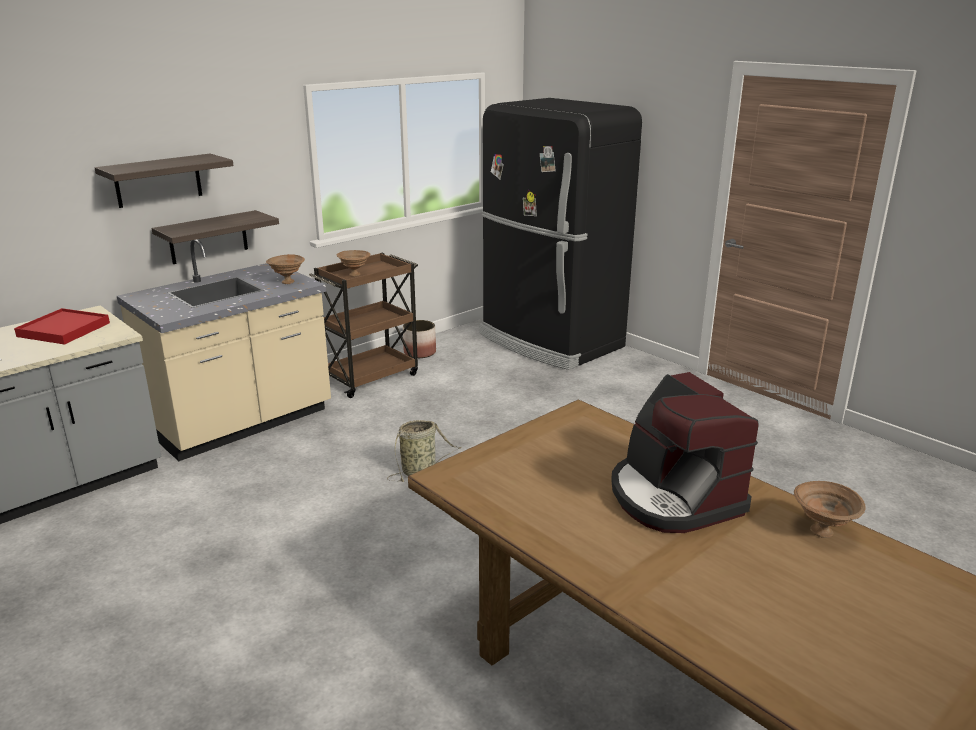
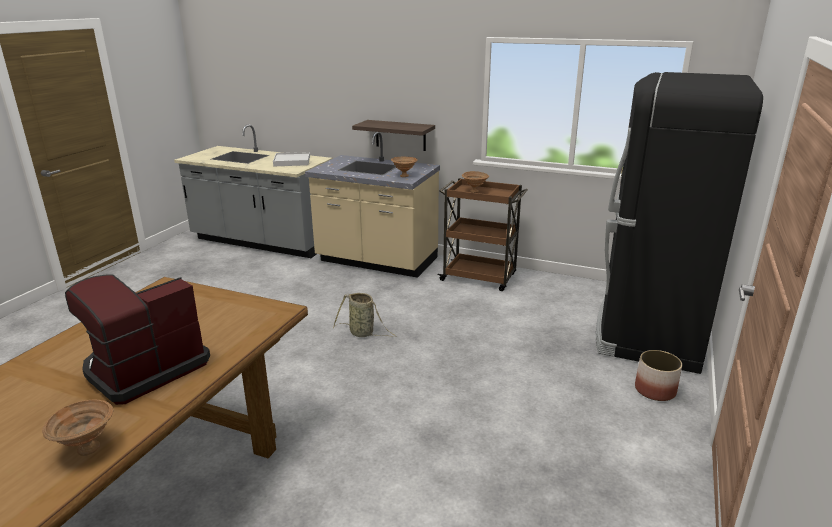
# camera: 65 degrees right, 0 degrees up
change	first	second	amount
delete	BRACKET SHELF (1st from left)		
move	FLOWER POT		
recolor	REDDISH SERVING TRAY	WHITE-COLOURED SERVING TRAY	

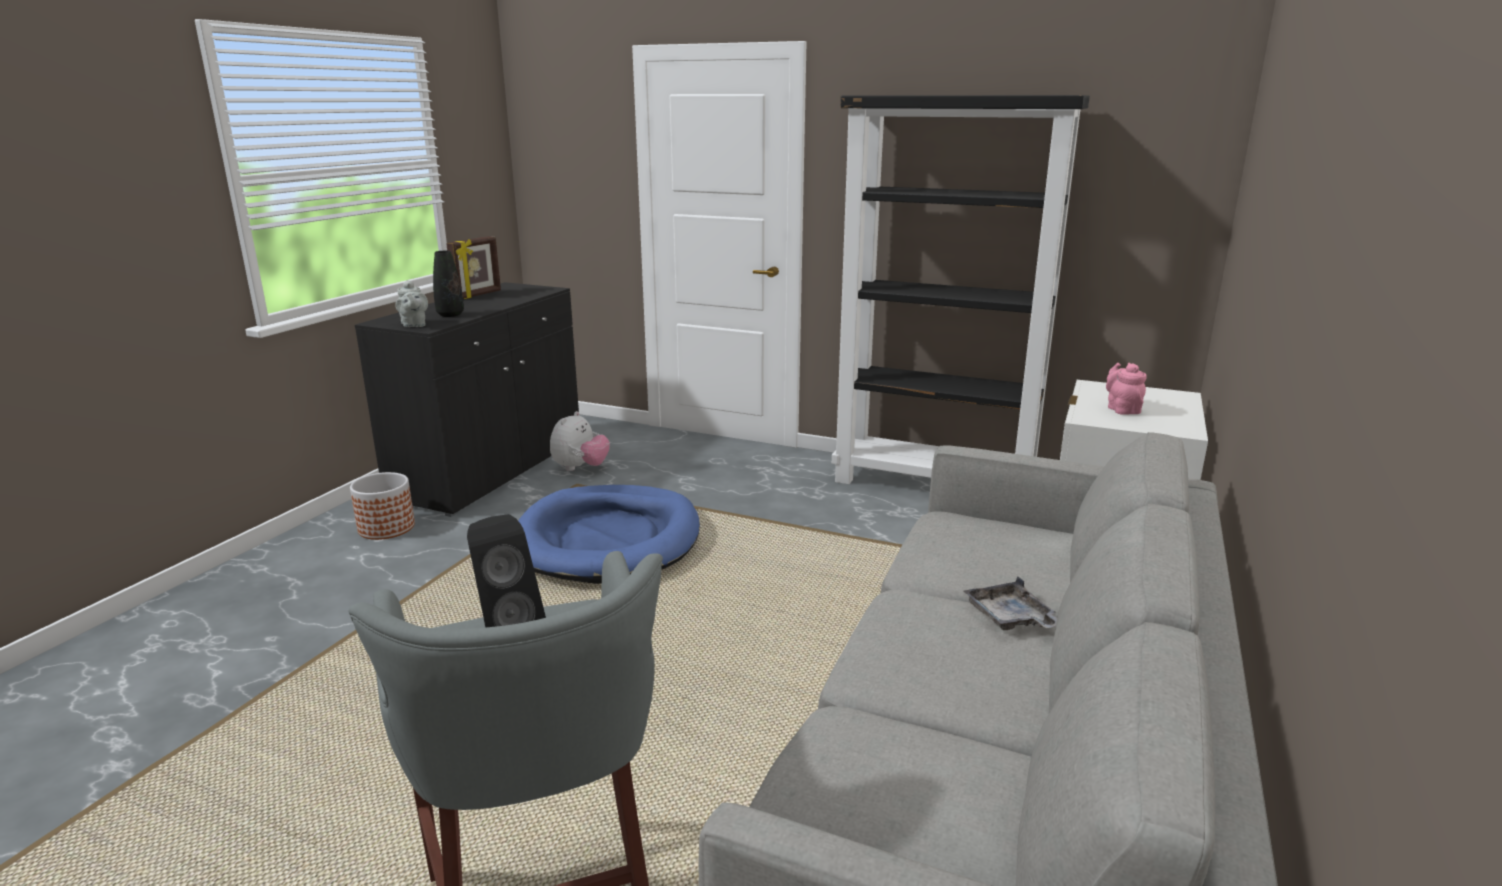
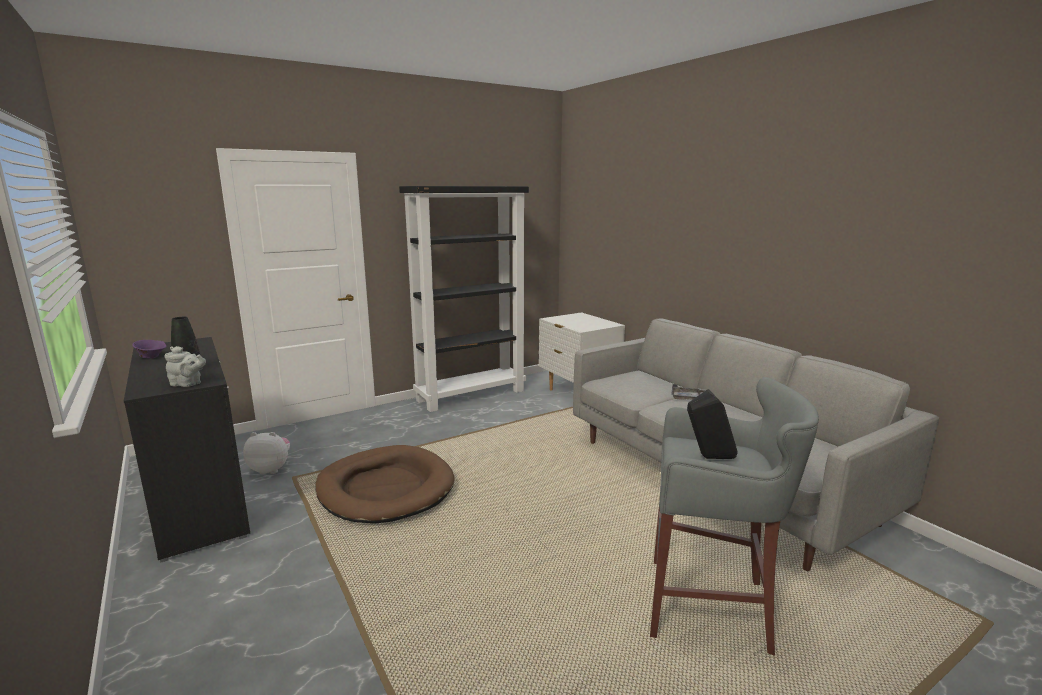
# camera: 55 degrees left, 5 degrees down
change	first	second	amount
delete	FLOWER POT		
delete	PINK TEAPOT		
replace	PHOTO FRAME	PURPLE-COLOURED BOWL	
recolor	BLUE PET BED	BROWN PET BED	
rotate	PLUSH TOY		60 degrees counterclockwise

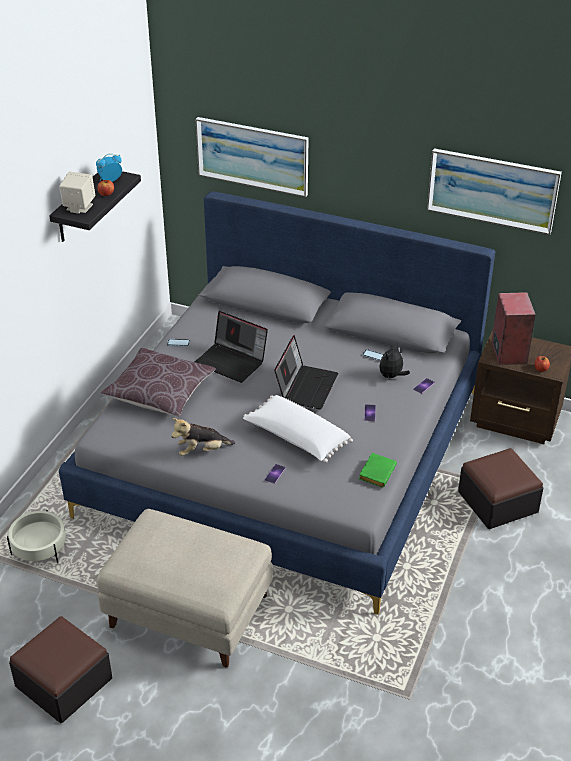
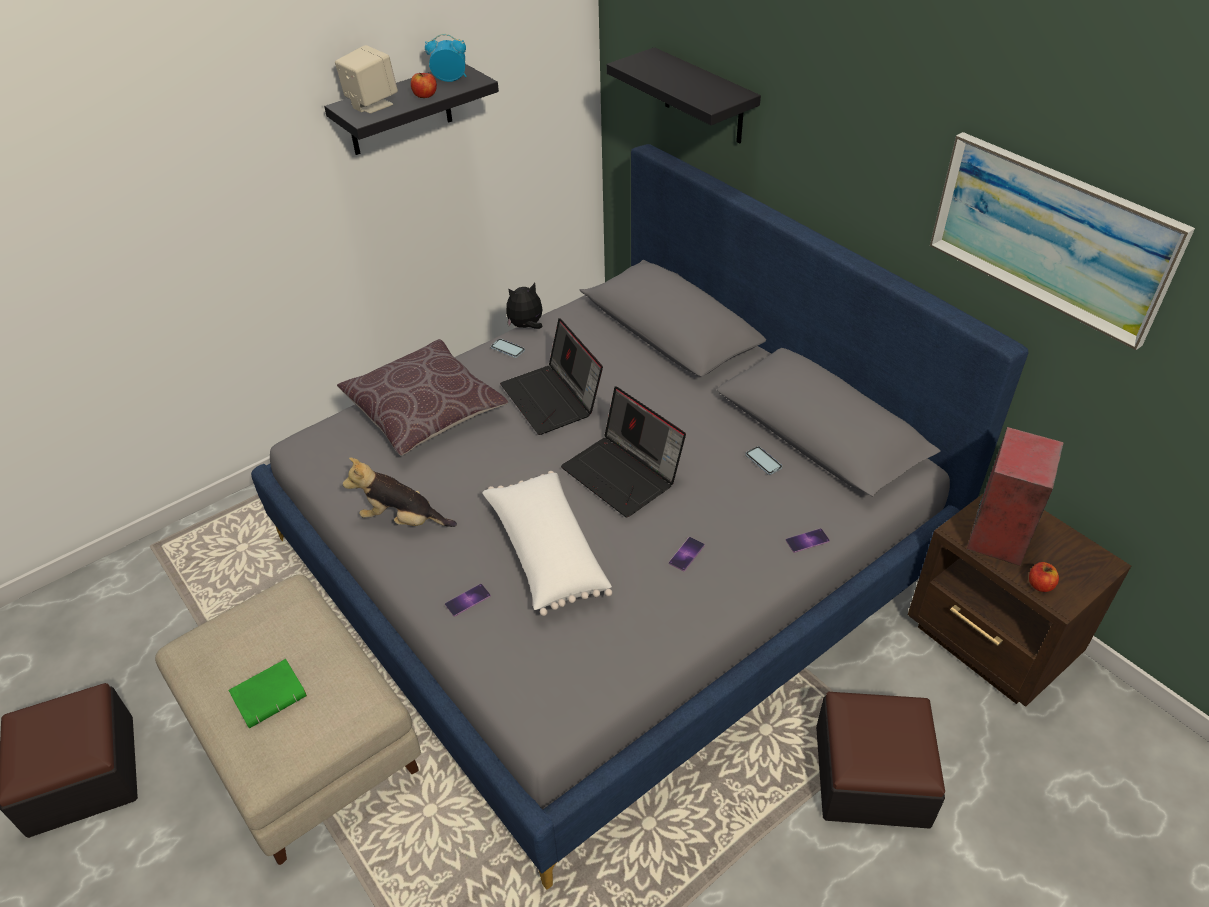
# camera: 30 degrees right, 5 degrees up
change	first	second	amount
delete	BEIGE FLOWER POT		
move	GREEN-COLOURED VOLUME		
move	PLUSH TOY (2nd from left)		
replace	WALL PICTURE (1st from left)	BLACK BRACKET SHELF (2nd from left)	
rotate	PORTABLE COMPUTER (2nd from left)		90 degrees clockwise

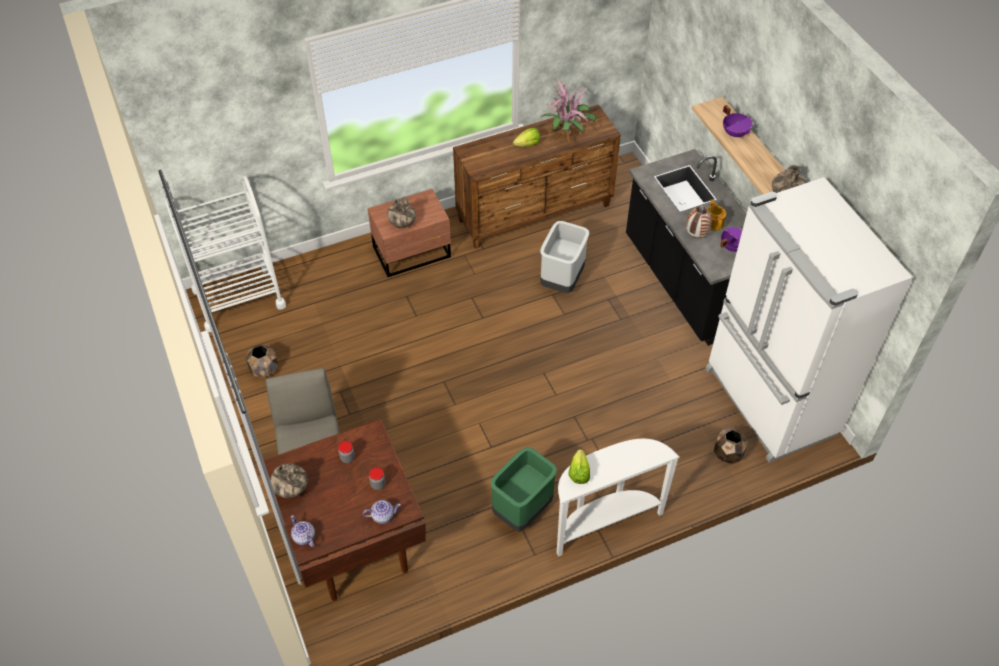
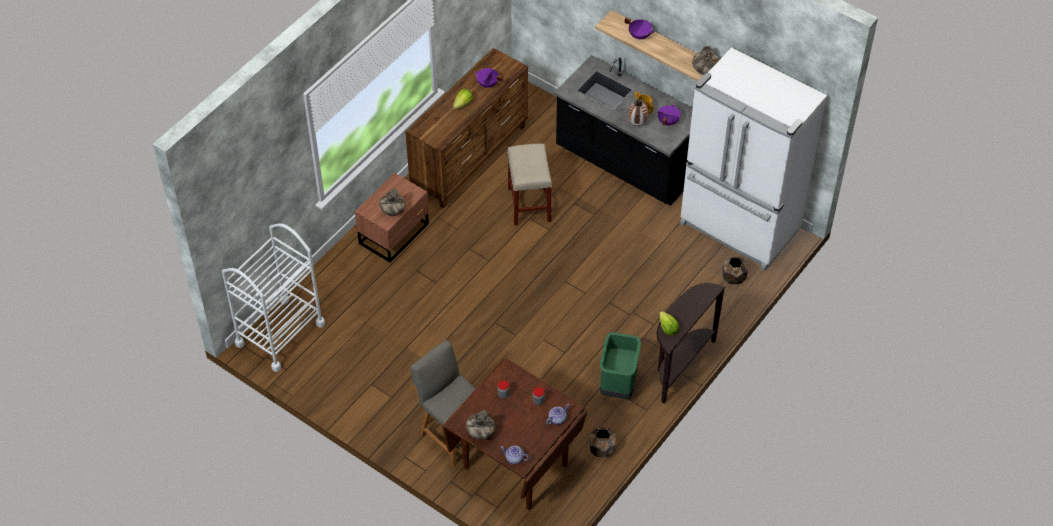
# camera: 30 degrees left, 0 degrees up
change	first	second	amount
move	BROWN FLOWER POT (1st from left)		
replace	GRAY TRASH CAN	BEIGE STOOL SEAT	
replace	POTTED PLANT	PURPLE-COLOURED COOKING POT (1st from left)	
recolor	WHITE-COLOURED HALL TABLE	BROWN HALL TABLE	

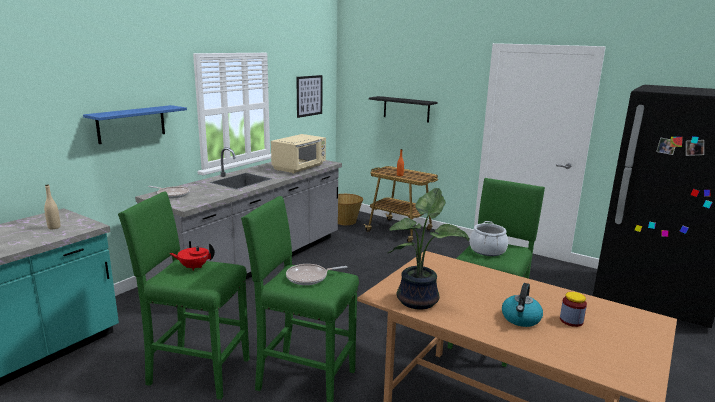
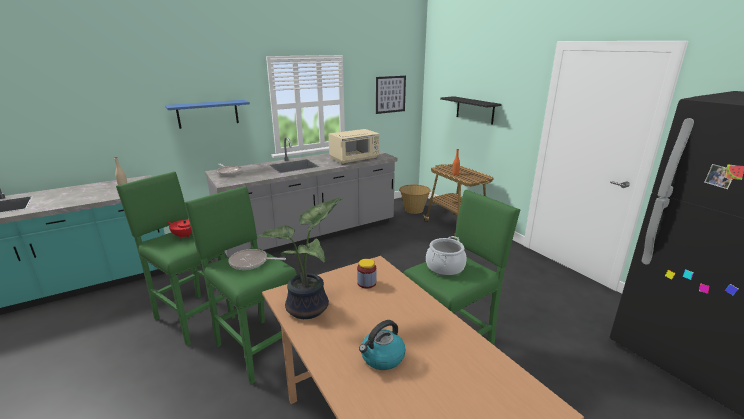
# camera: 25 degrees right, 5 degrees up
change	first	second	amount
move	STORAGE JAR		

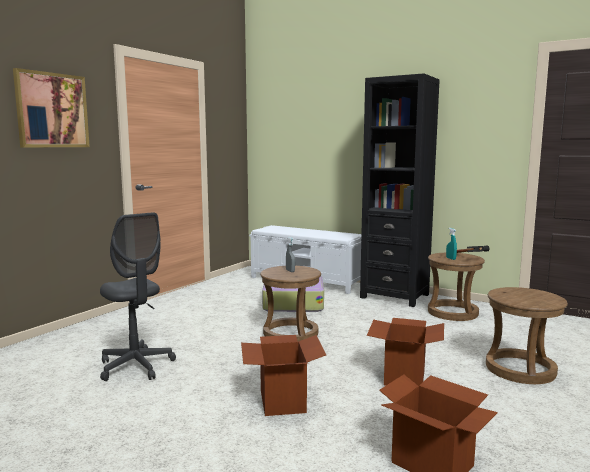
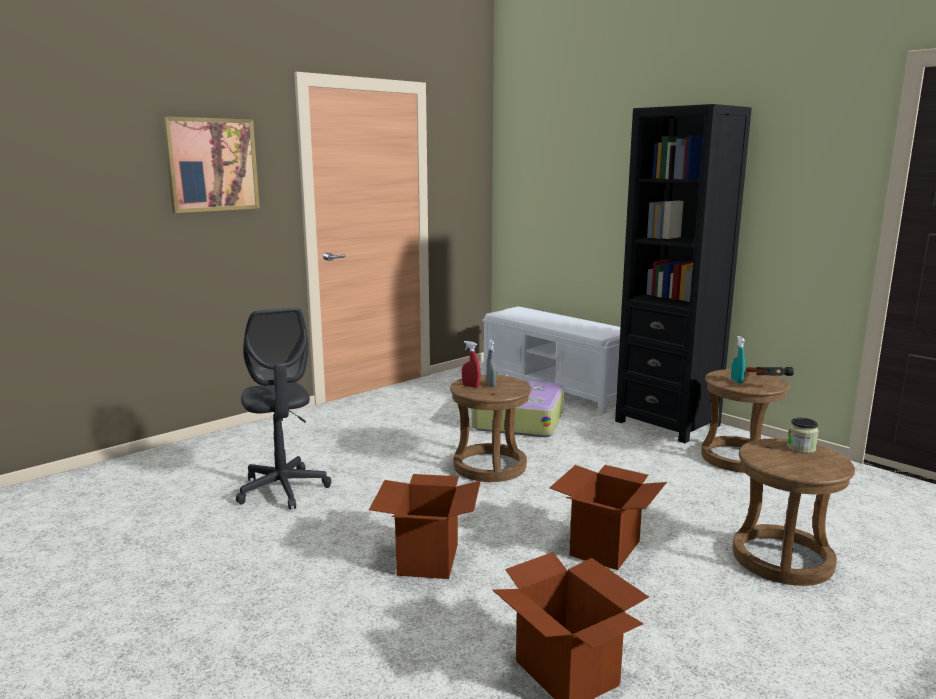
# camera: 15 degrees right, 5 degrees up
change	first	second	amount
insert		REDDISH SPRAY BOTTLE	
insert		STORAGE JAR	

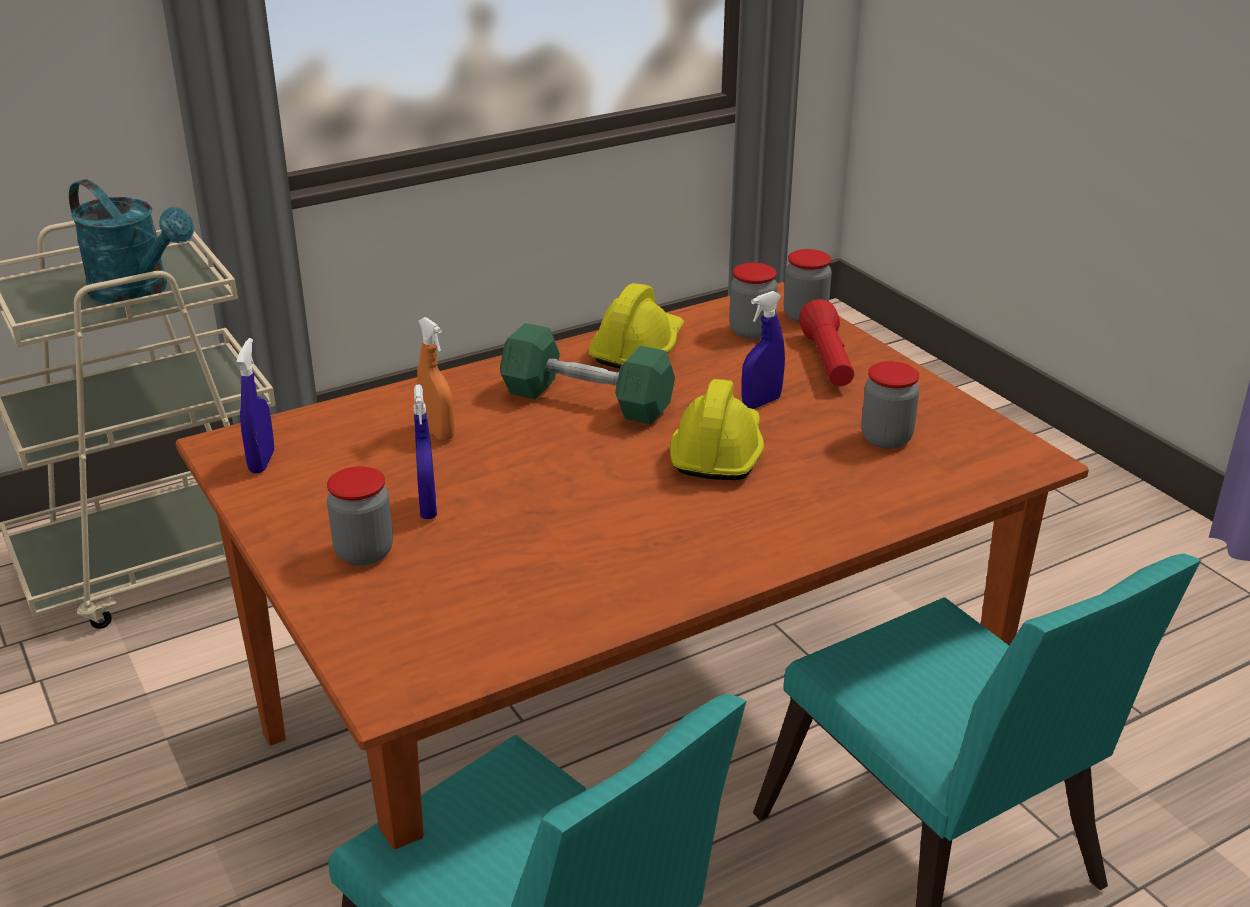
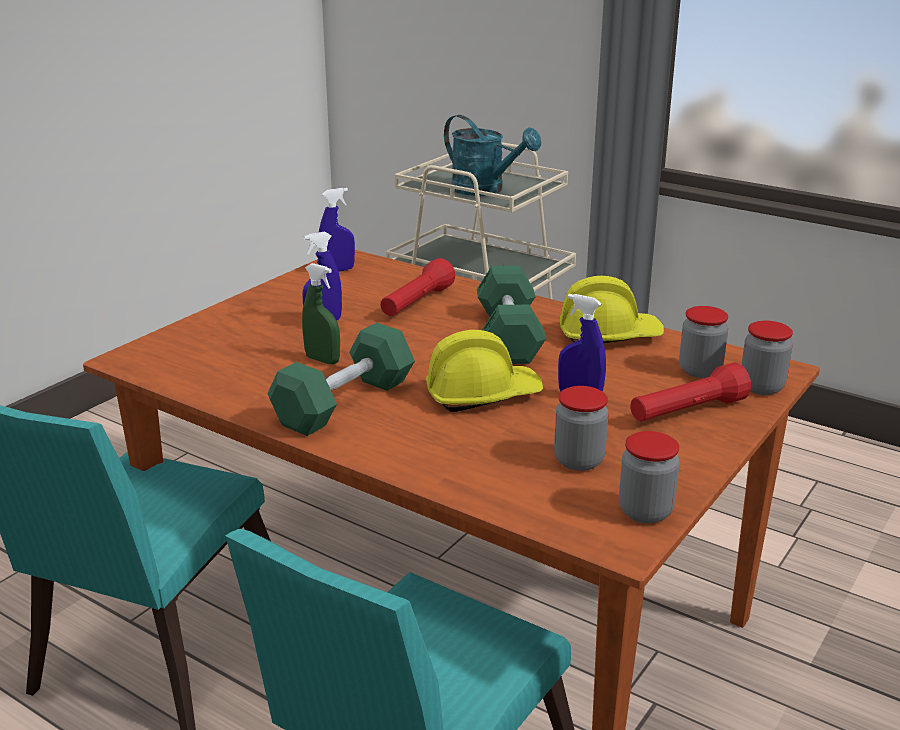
# camera: 65 degrees right, 5 degrees down
change	first	second	amount
insert		GREEN-COLOURED DUMBBELL (1st from left)	
insert		GREEN-COLOURED SPRAY BOTTLE	
move	STORAGE JAR (1st from left in the first image)	STORAGE JAR (2nd from left)	
replace	ORANGEY SPRAY BOTTLE	REDDISH TORCH (1st from left)	
rotate	TURQUOISE WATERING CAN		60 degrees counterclockwise

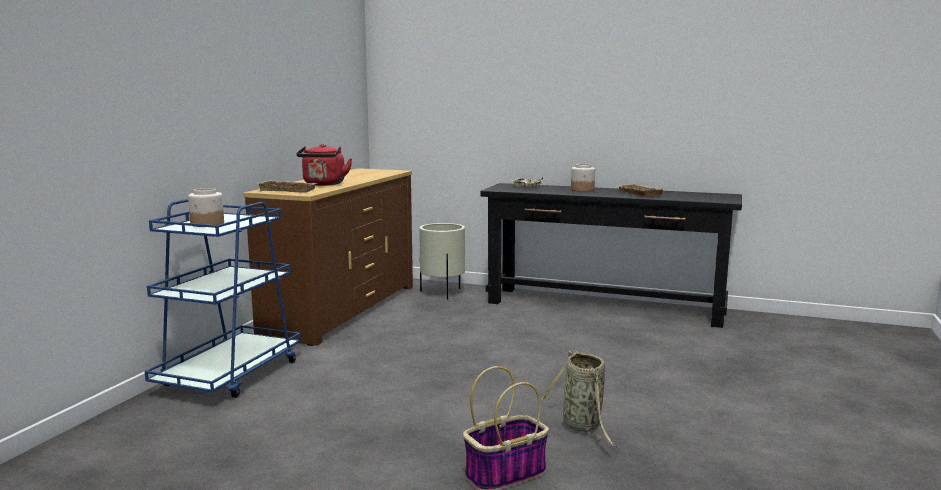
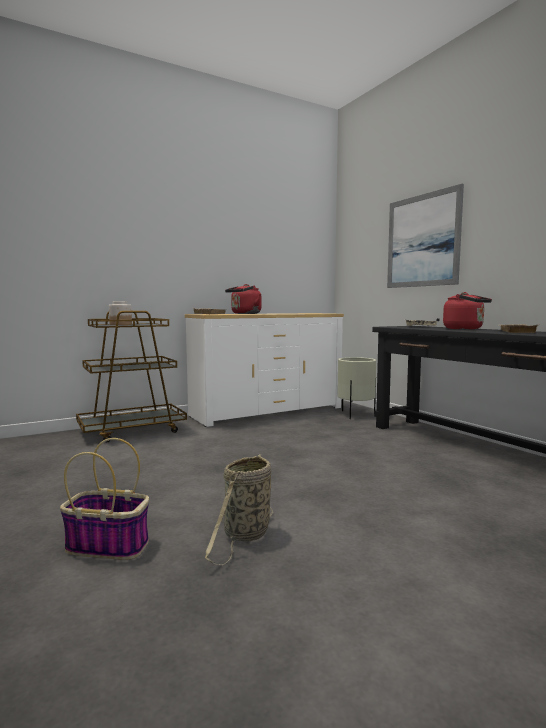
# camera: 40 degrees right, 5 degrees down
change	first	second	amount
insert		WALL PICTURE	
replace	STORAGE JAR (2nd from left)	REDDISH TEA KETTLE (2nd from left)	
recolor	BLUE WHEELED CART	BROWN WHEELED CART	
recolor	BROWN DRESSER	WHITE-COLOURED DRESSER	

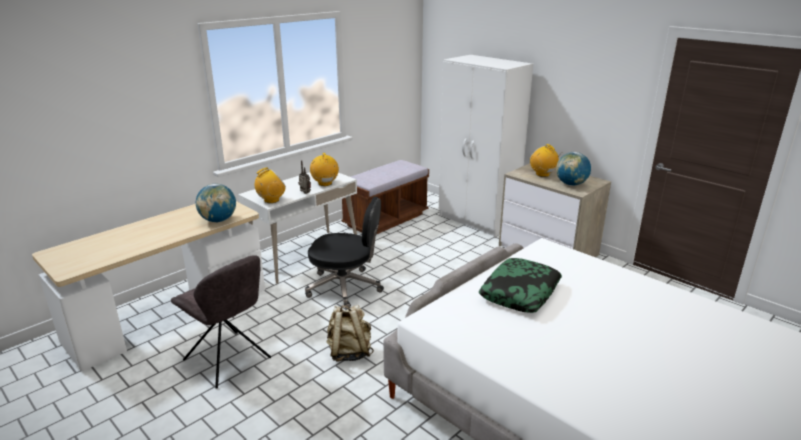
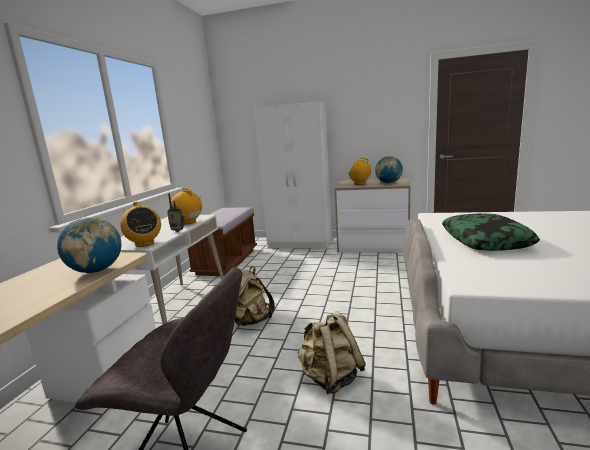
# camera: 30 degrees left, 10 degrees down
change	first	second	amount
replace	BLACK OFFICE CHAIR	BEIGE RUCKSACK (1st from left)	
rotate	RADIO SET (1st from left)		120 degrees clockwise

